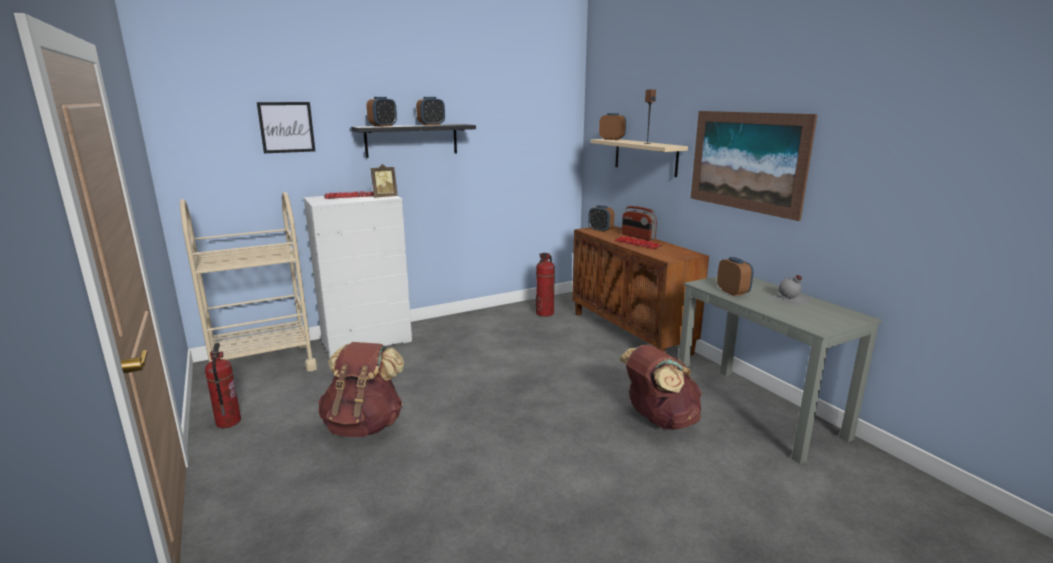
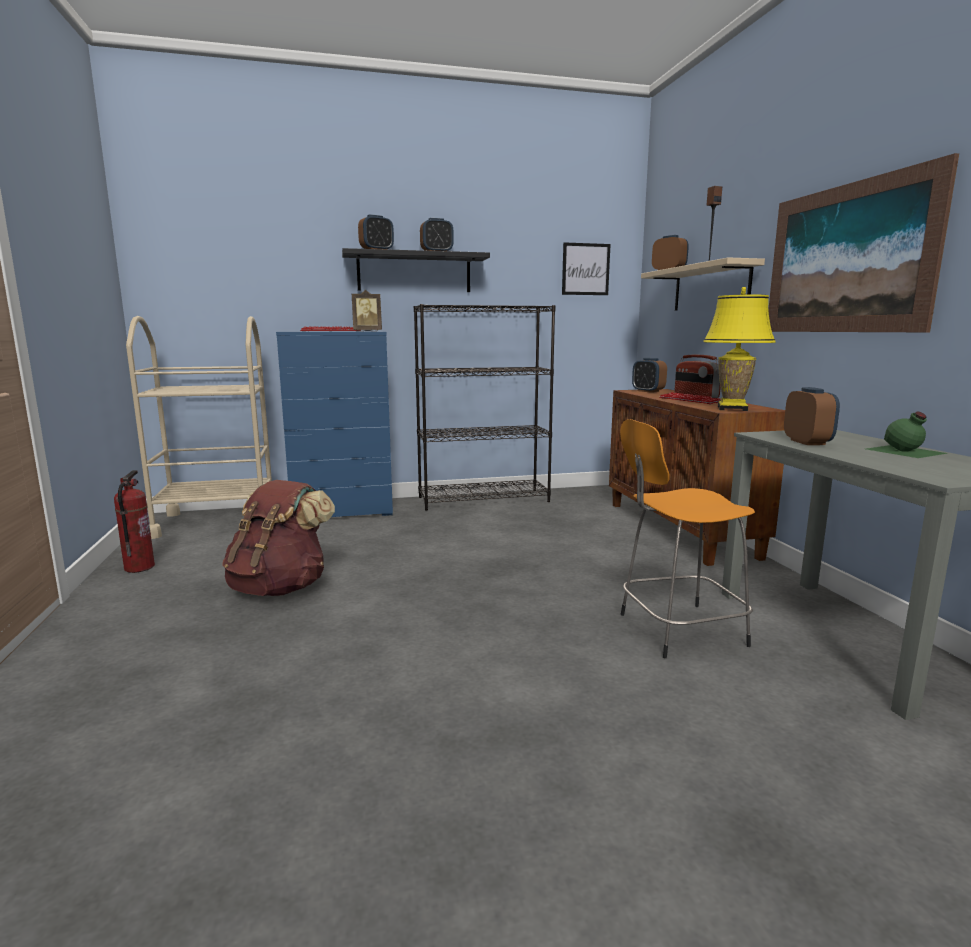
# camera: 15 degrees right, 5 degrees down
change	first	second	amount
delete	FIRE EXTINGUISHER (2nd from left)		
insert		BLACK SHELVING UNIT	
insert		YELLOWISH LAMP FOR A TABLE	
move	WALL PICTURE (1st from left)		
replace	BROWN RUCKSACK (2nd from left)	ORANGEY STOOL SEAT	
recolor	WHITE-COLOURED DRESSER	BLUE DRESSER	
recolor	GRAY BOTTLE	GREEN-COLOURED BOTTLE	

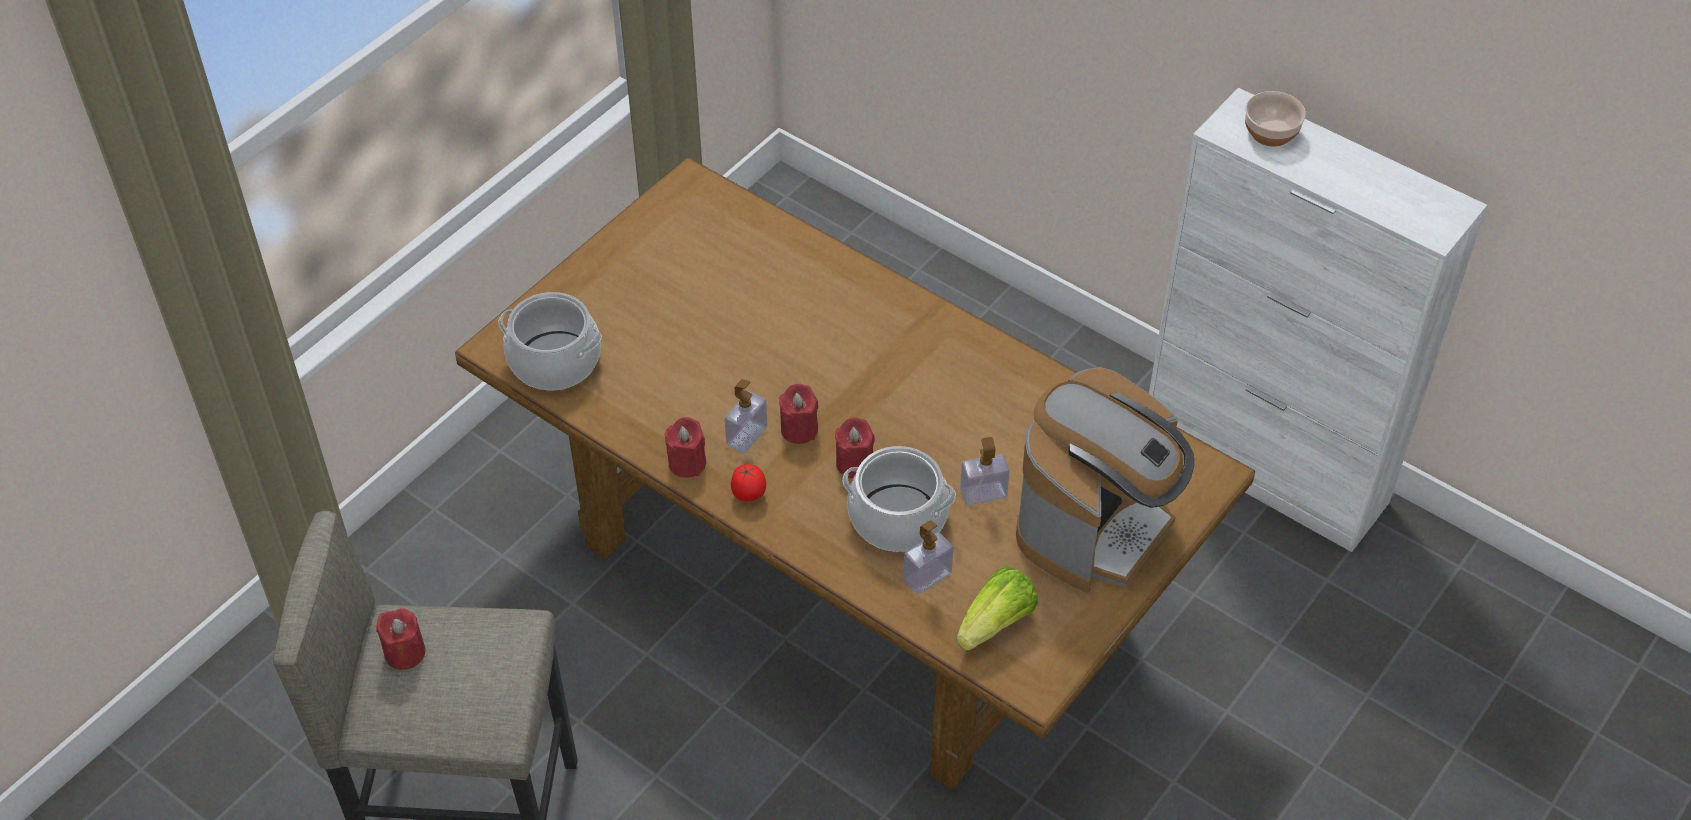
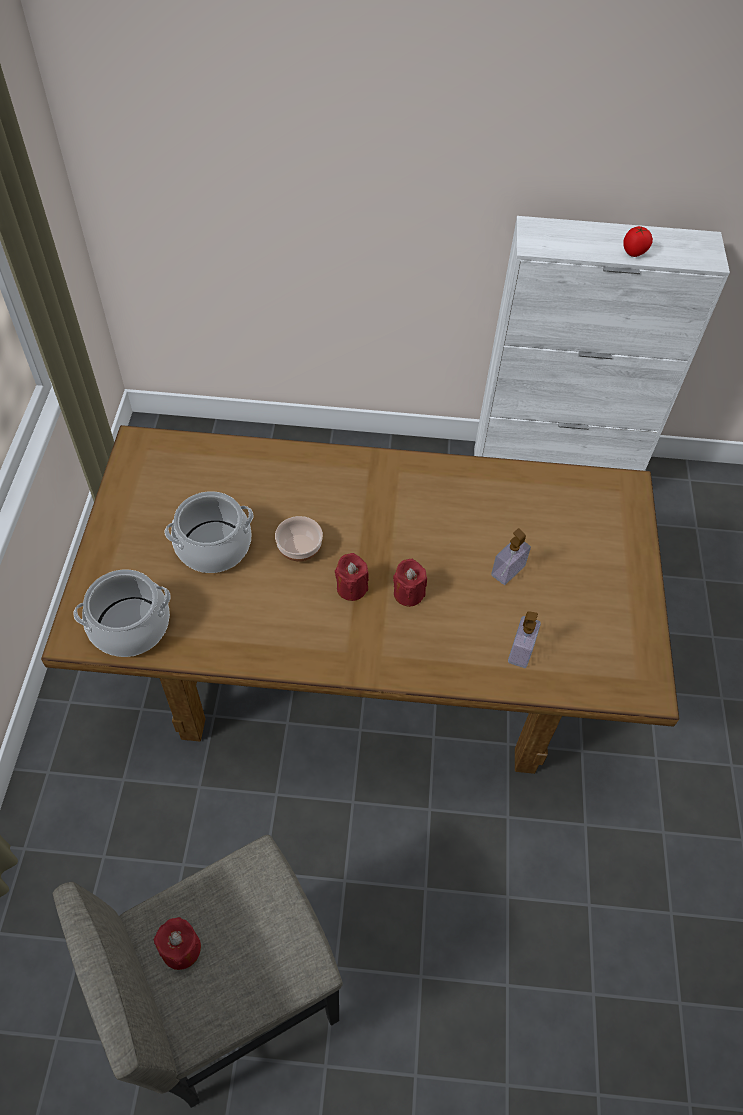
# camera: 35 degrees left, 5 degrees up
change	first	second	amount
delete	REDDISH CANDLE (2nd from left)		
delete	SOAP DISPENSER (1st from left)		
delete	LETTUCE		
delete	COFFEE BREWER		
move	WHOLE TOMATO		
move	COOKING POT (2nd from left)		
move	BOWL		

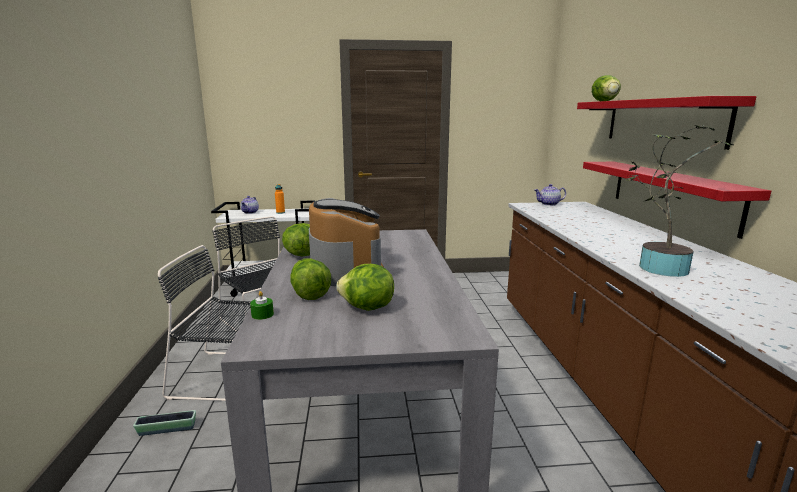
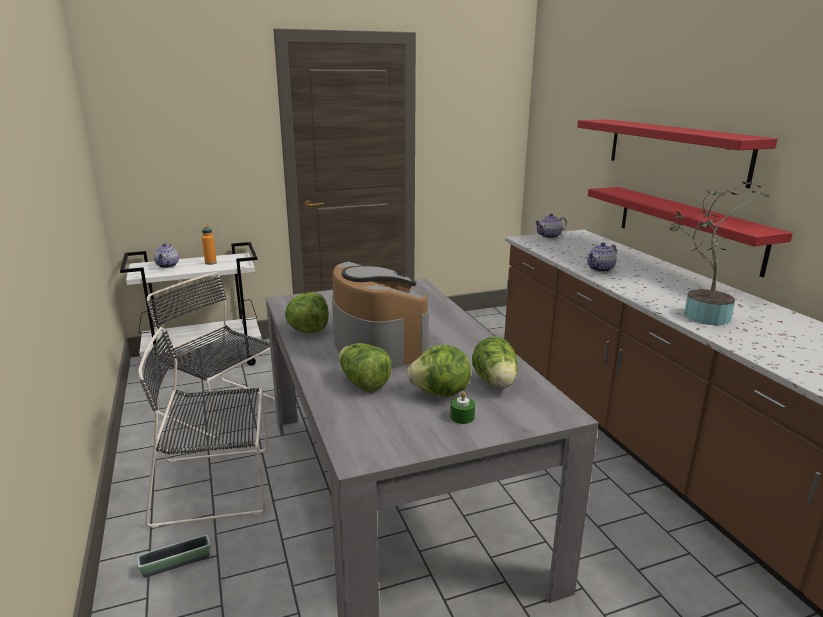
# camera: 15 degrees left, 5 degrees up
change	first	second	amount
insert		TEAPOT (3rd from left)	
move	GREEN-COLOURED CANDLE		
move	LETTUCE (4th from left)		

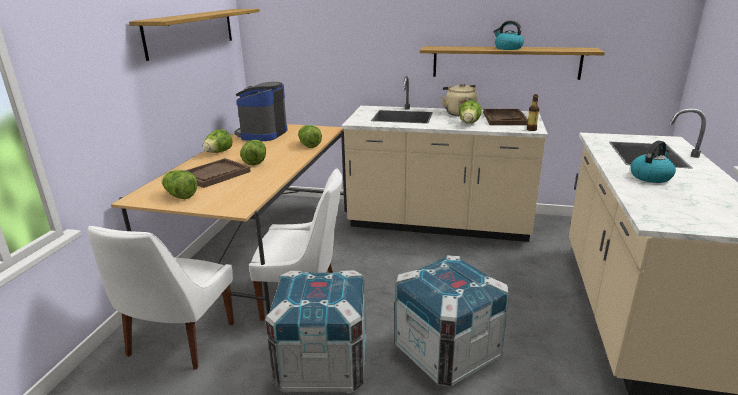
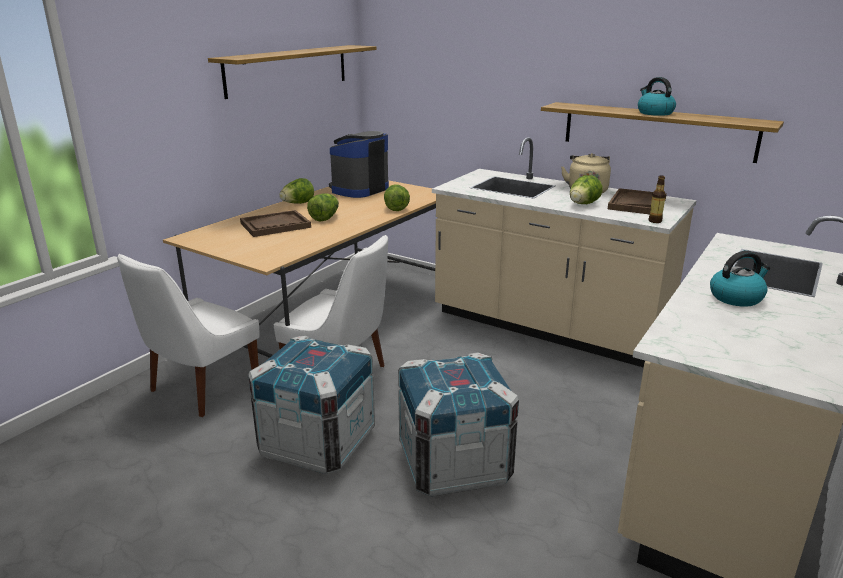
# camera: 20 degrees right, 0 degrees up
change	first	second	amount
delete	LETTUCE (1st from left)		

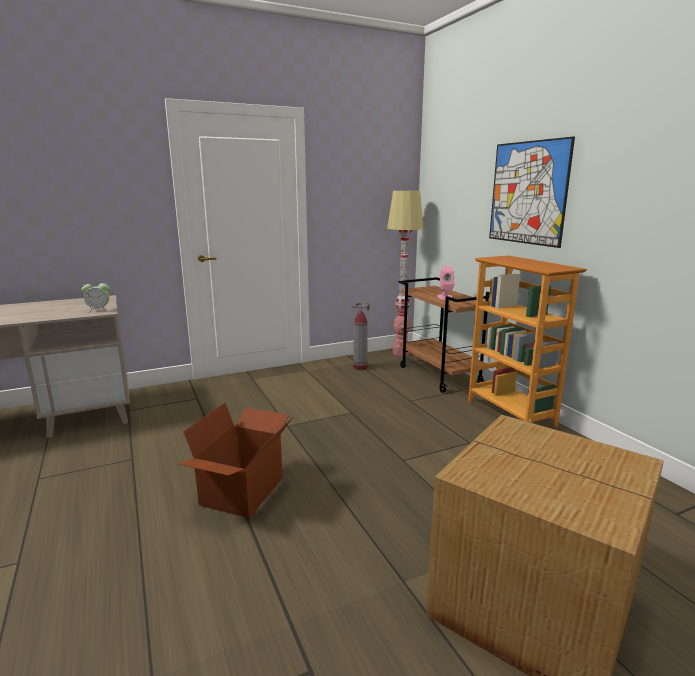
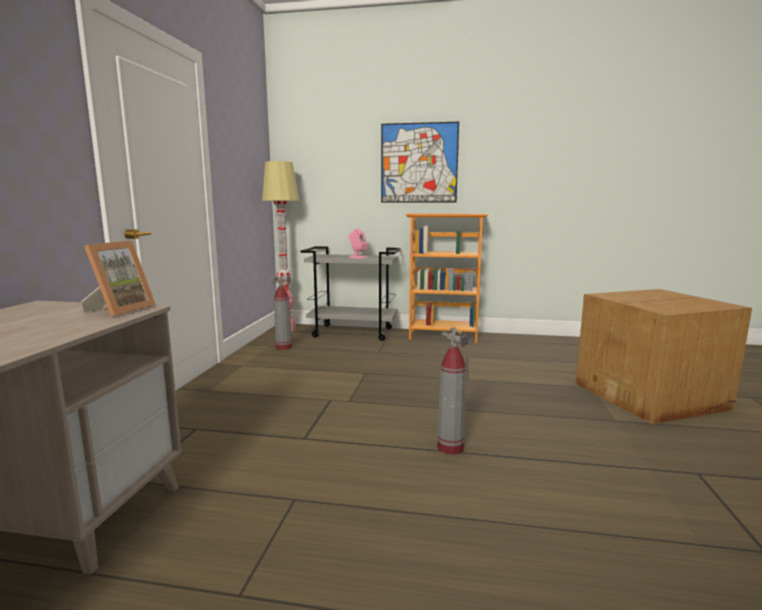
# camera: 55 degrees left, 5 degrees down
change	first	second	amount
replace	ALARM CLOCK	PHOTO FRAME	
replace	PACKING BOX (1st from left)	FIRE EXTINGUISHER (2nd from left)	
recolor	BROWN WHEELED CART	GRAY WHEELED CART	

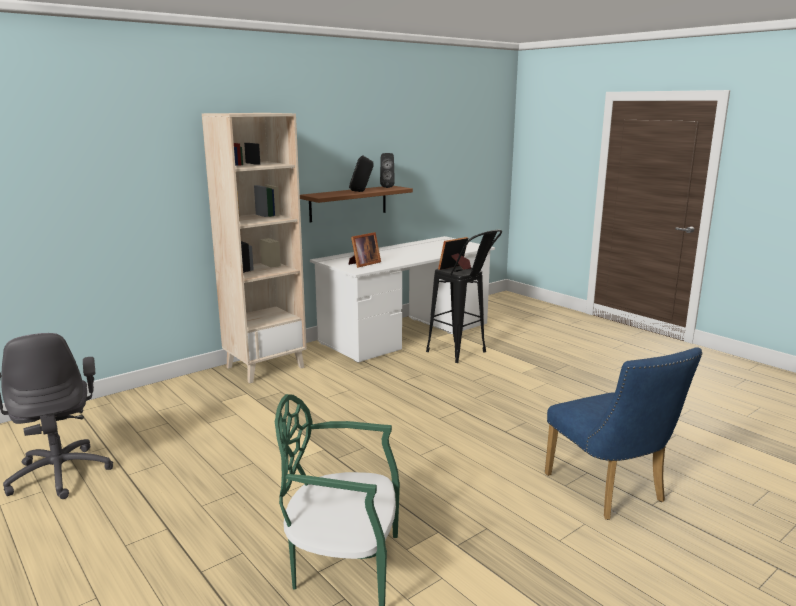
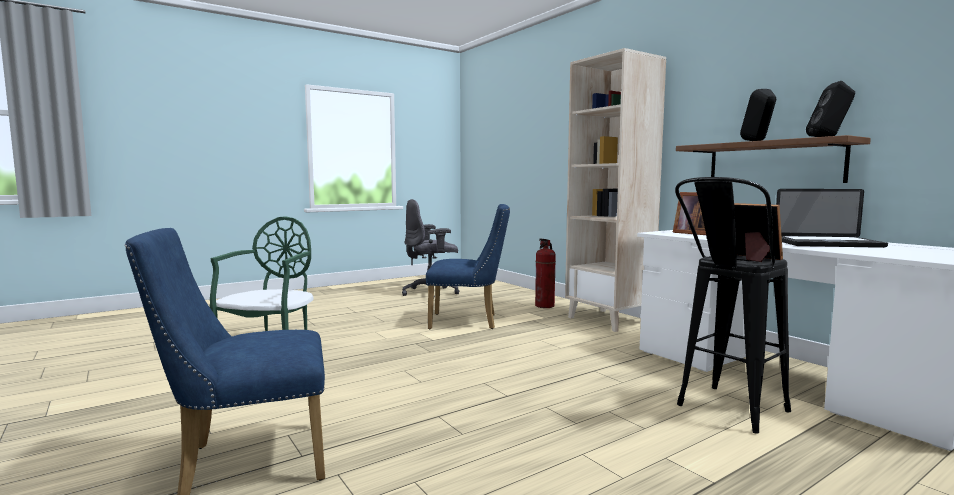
# camera: 95 degrees right, 10 degrees down
change	first	second	amount
insert		BLUE PLAIN CHAIR (2nd from left)	
insert		FIRE EXTINGUISHER	
insert		PORTABLE COMPUTER	

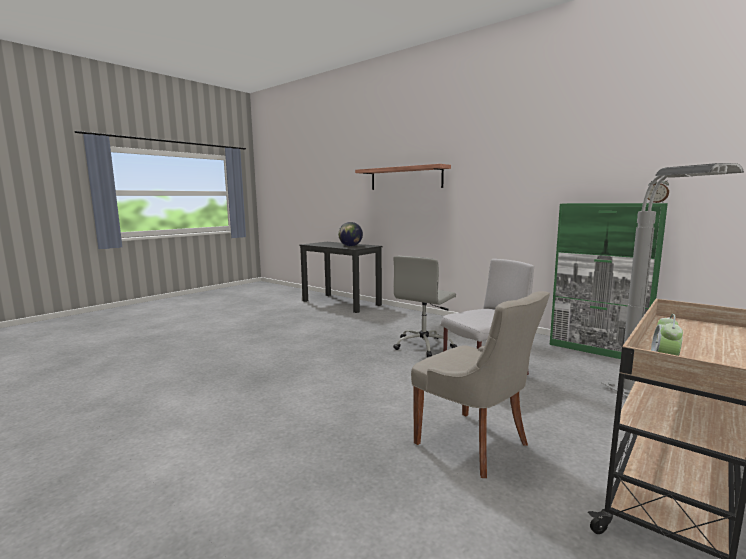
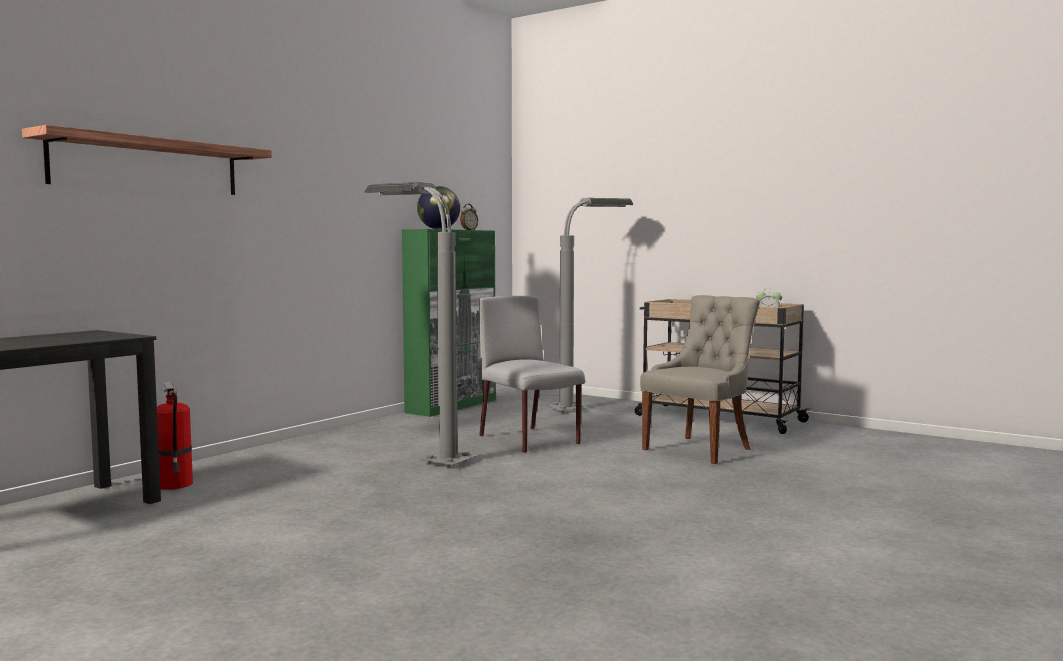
# camera: 95 degrees left, 5 degrees down
change	first	second	amount
insert		FIRE EXTINGUISHER	
move	WORLD GLOBE		
replace	GRAY OFFICE CHAIR	GRAY STANDING LAMP (1st from left)	

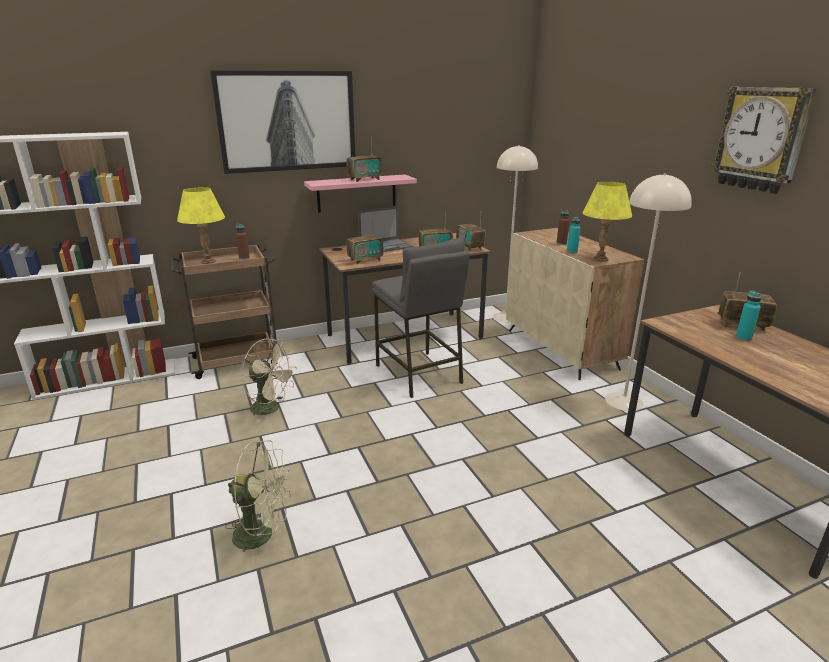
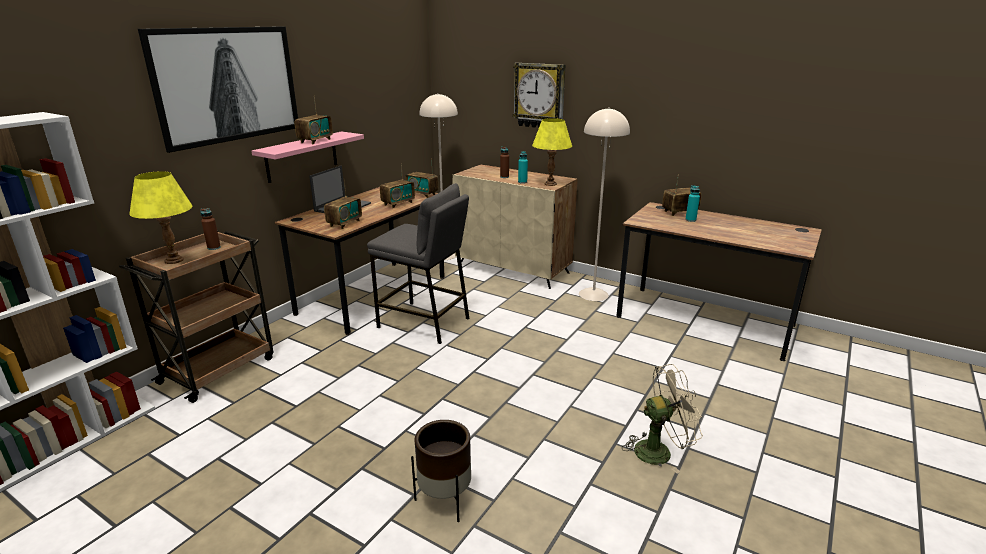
# camera: 35 degrees left, 0 degrees up
change	first	second	amount
move	BEIGE COOLING FAN		
move	HANGING CLOCK		
replace	GREEN-COLOURED COOLING FAN	BROWN FLOWER POT	

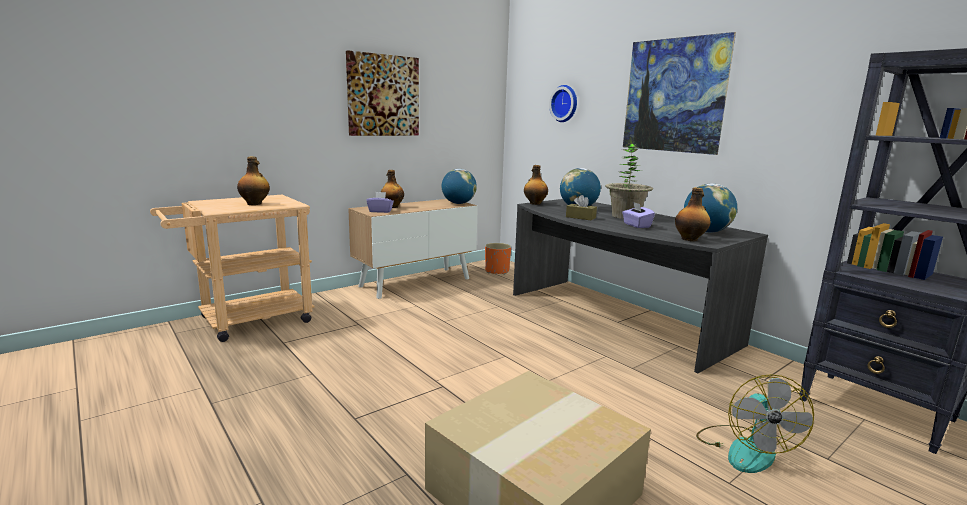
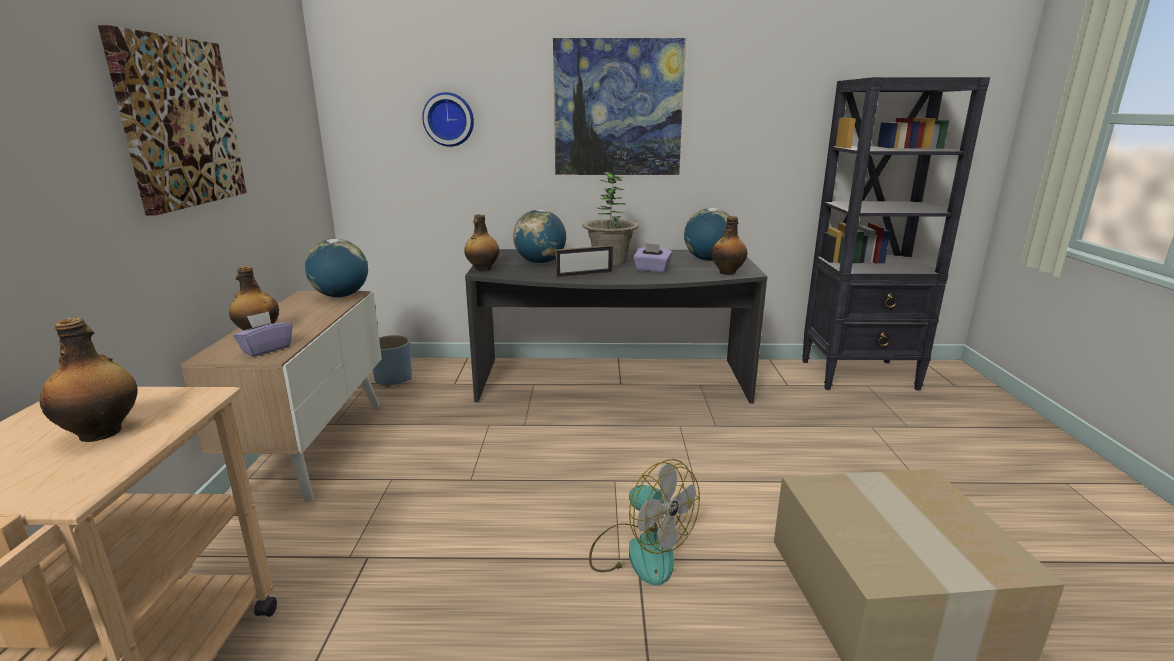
# camera: 50 degrees left, 5 degrees up
change	first	second	amount
move	COOLING FAN		
replace	BROWN BOX OF TISSUES	PHOTO FRAME	
recolor	ORANGEY FLOWER POT	BLUE FLOWER POT	

